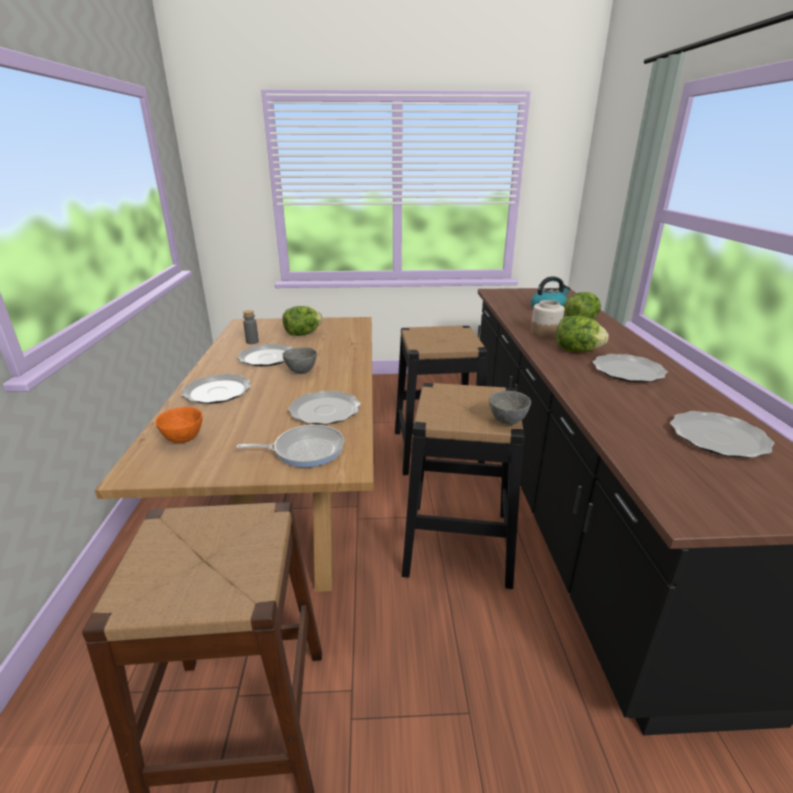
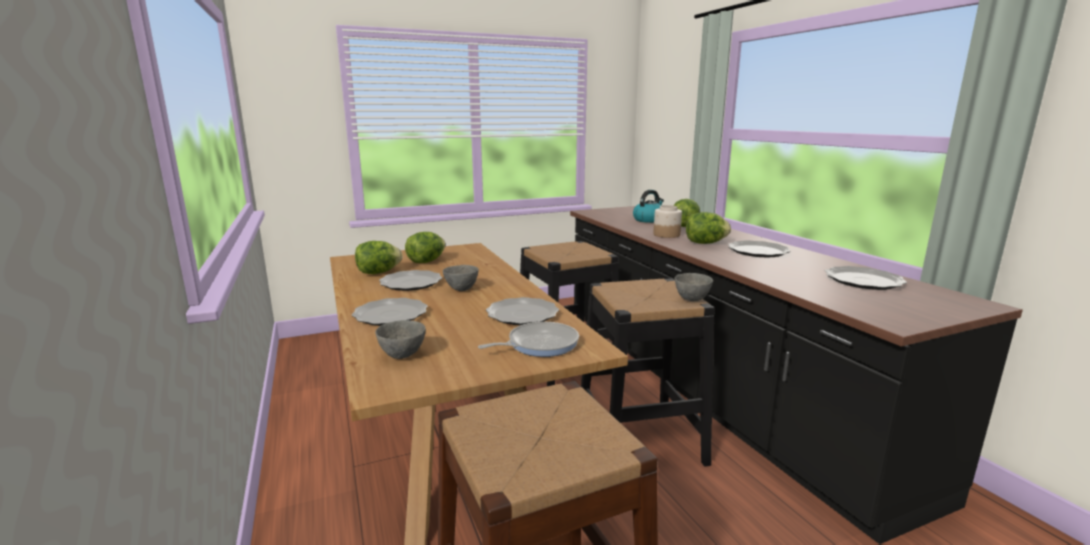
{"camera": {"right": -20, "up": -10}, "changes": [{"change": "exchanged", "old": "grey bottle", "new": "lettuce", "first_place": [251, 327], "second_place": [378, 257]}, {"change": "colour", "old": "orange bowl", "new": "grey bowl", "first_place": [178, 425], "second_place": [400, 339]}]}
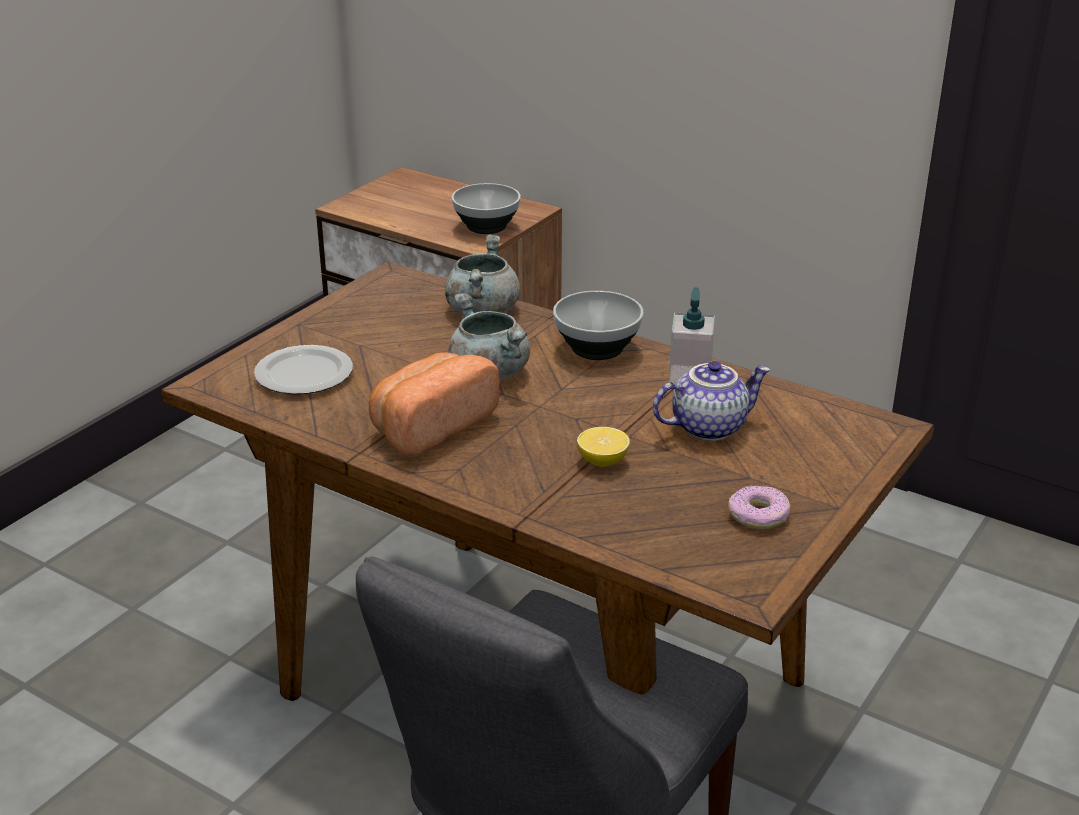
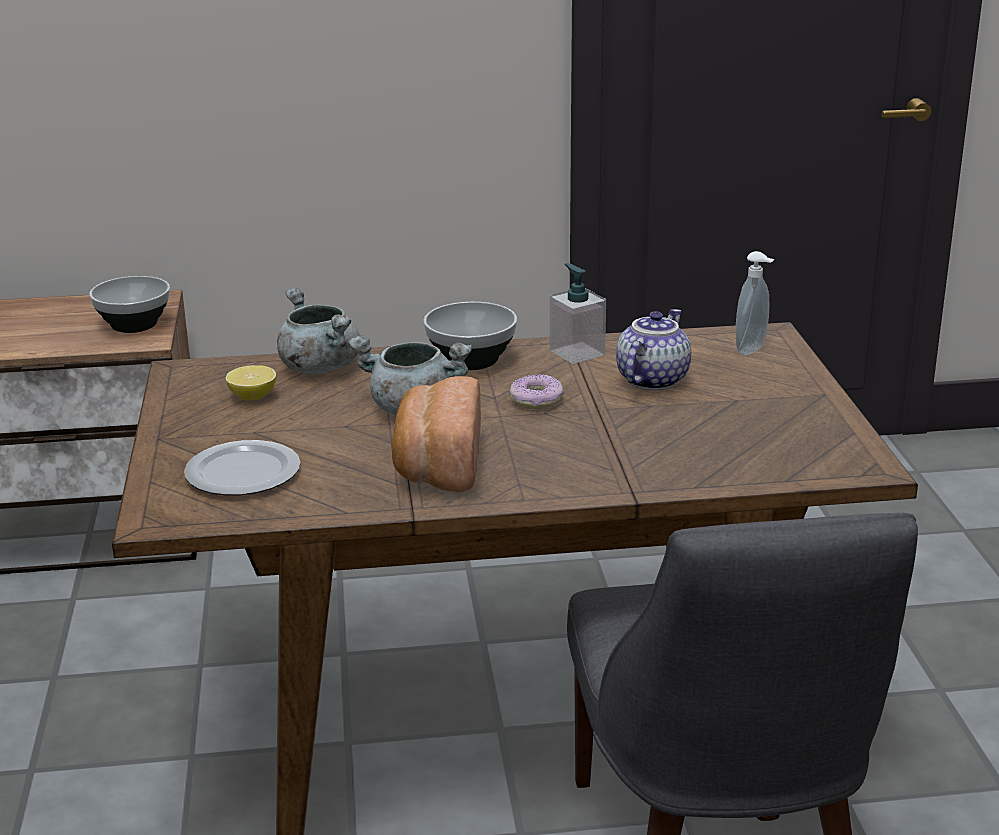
{"camera": {"right": -40, "up": -5}, "changes": [{"change": "appeared", "new": "soap dispenser", "second_place": [755, 303]}, {"change": "relocated", "old": "lemon", "first_place": [603, 447], "second_place": [251, 383]}, {"change": "relocated", "old": "donut", "first_place": [759, 507], "second_place": [536, 392]}]}
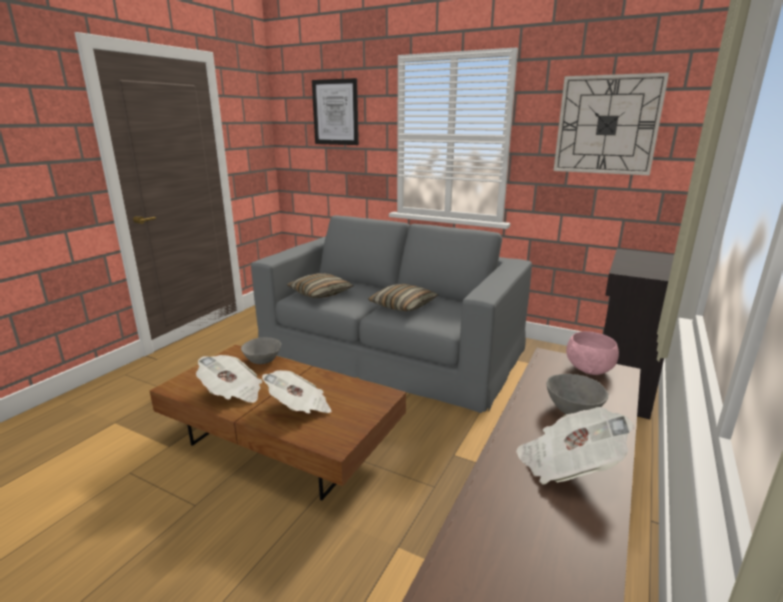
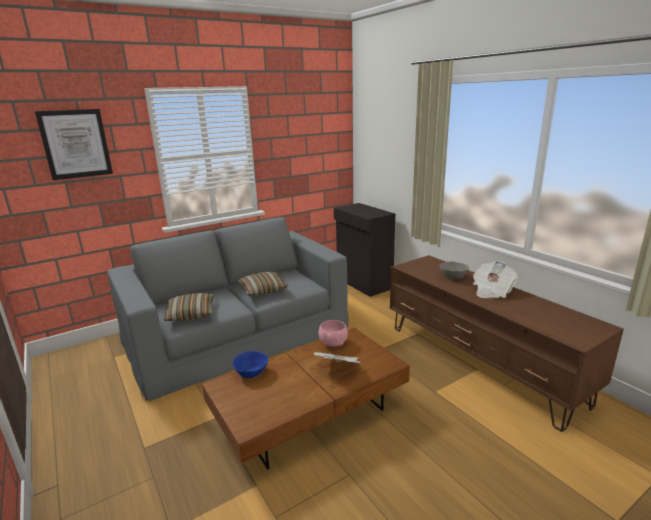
{"camera": {"right": -60, "up": 0}, "changes": [{"change": "missing", "old": "newspaper", "first_place": [229, 379]}, {"change": "missing", "old": "wall clock", "first_place": [611, 124]}, {"change": "relocated", "old": "pink bowl", "first_place": [592, 353], "second_place": [333, 333]}, {"change": "colour", "old": "grey bowl", "new": "blue bowl", "first_place": [261, 350], "second_place": [250, 364]}]}
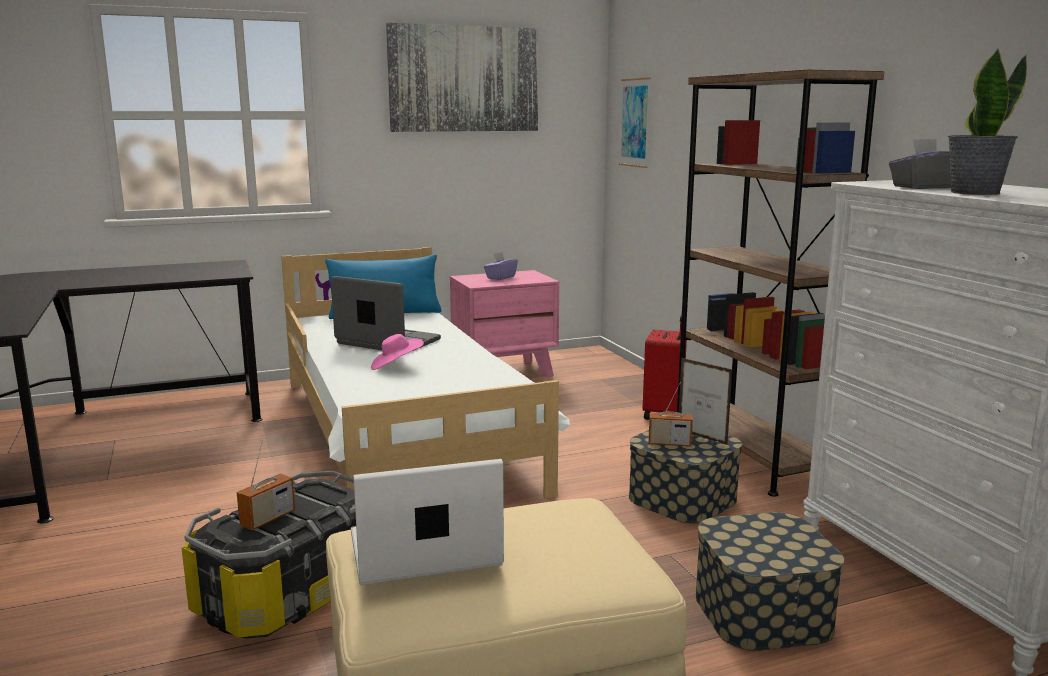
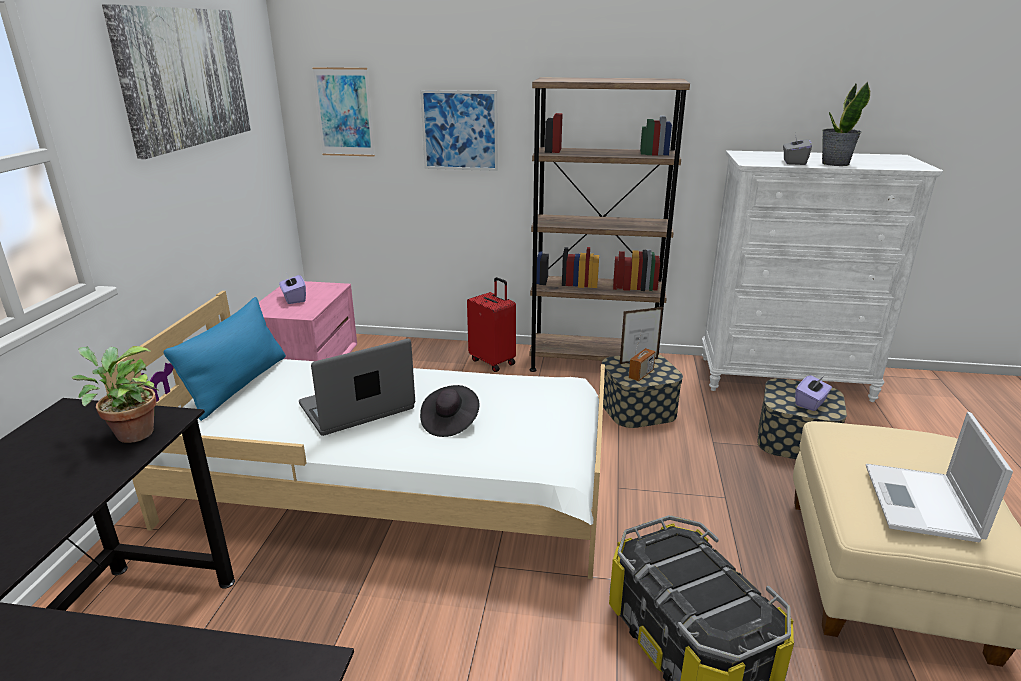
{"camera": {"right": -60, "up": 10}, "changes": [{"change": "missing", "old": "radio", "first_place": [266, 485]}, {"change": "appeared", "new": "potted plant", "second_place": [115, 394]}, {"change": "appeared", "new": "picture", "second_place": [459, 130]}, {"change": "appeared", "new": "purple tissue box", "second_place": [813, 393]}, {"change": "colour", "old": "pink hat", "new": "black hat", "first_place": [397, 352], "second_place": [450, 411]}]}
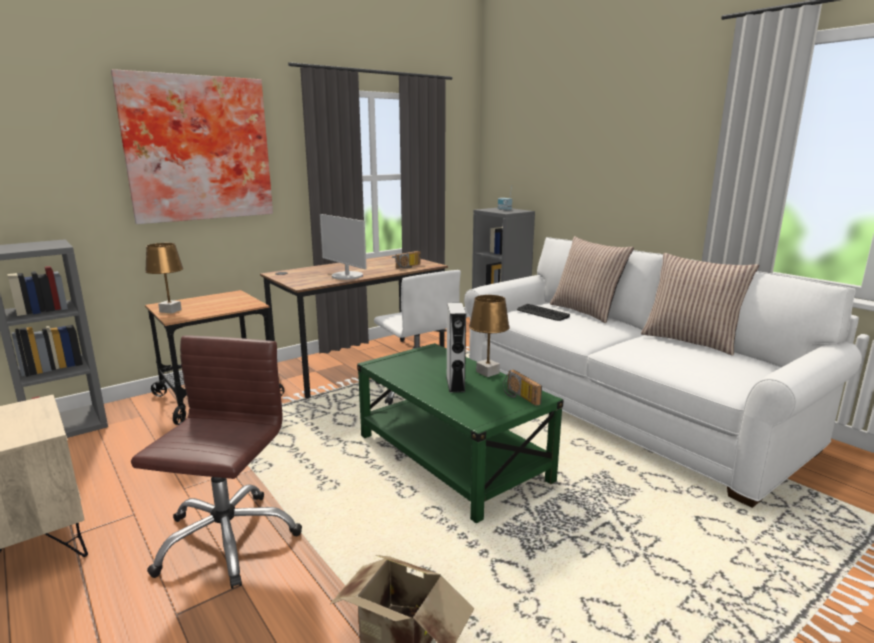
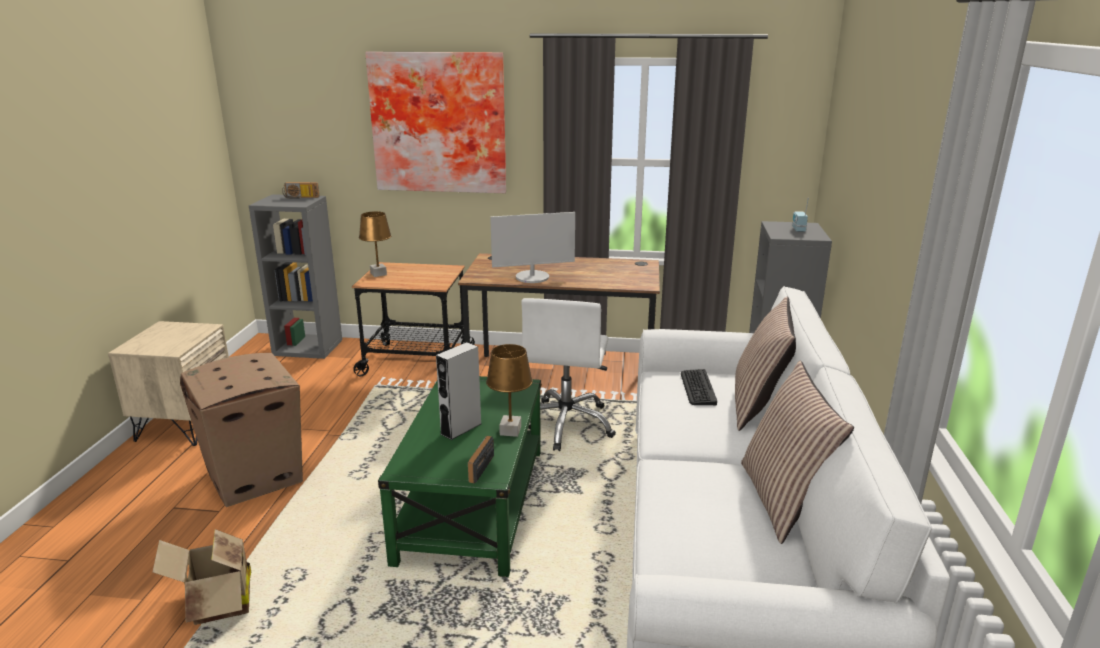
{"camera": {"right": 45, "up": 5}, "changes": [{"change": "relocated", "old": "radio", "first_place": [408, 260], "second_place": [301, 190]}, {"change": "exchanged", "old": "brown office chair", "new": "cardboard box", "first_place": [216, 462], "second_place": [241, 430]}, {"change": "spun", "old": "monitor", "first_place": [343, 247], "second_place": [532, 247], "degrees": -105}]}
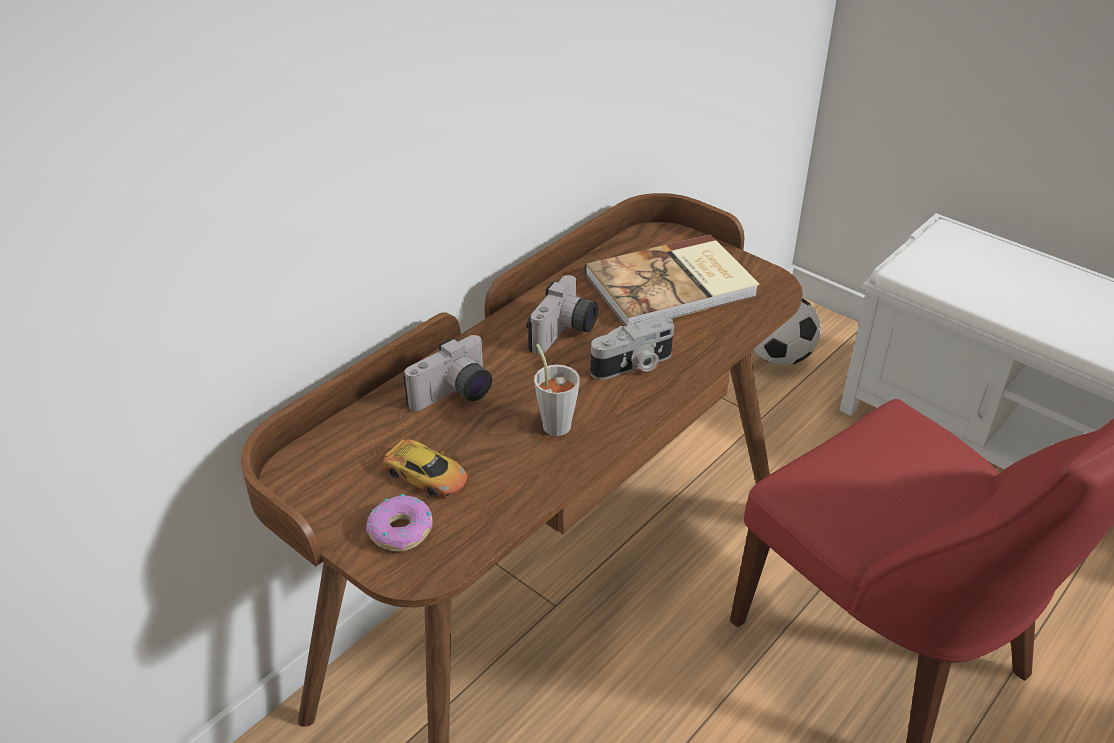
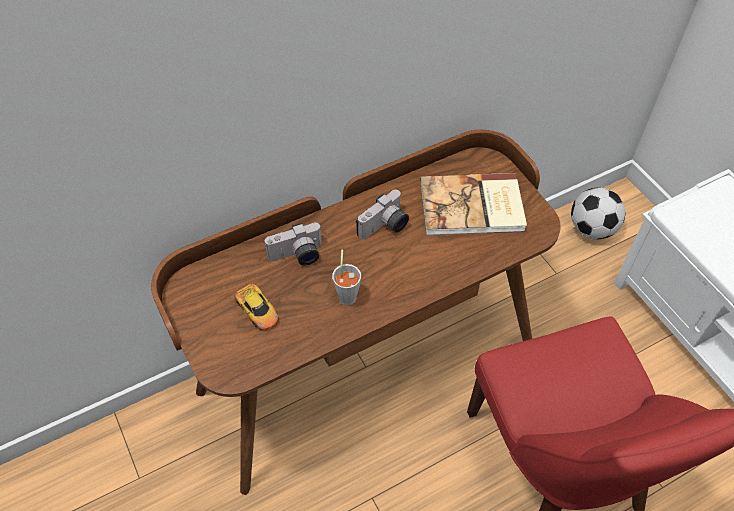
{"camera": {"right": 20, "up": 15}, "changes": [{"change": "missing", "old": "donut", "first_place": [399, 523]}, {"change": "missing", "old": "photo camera", "first_place": [632, 347]}]}
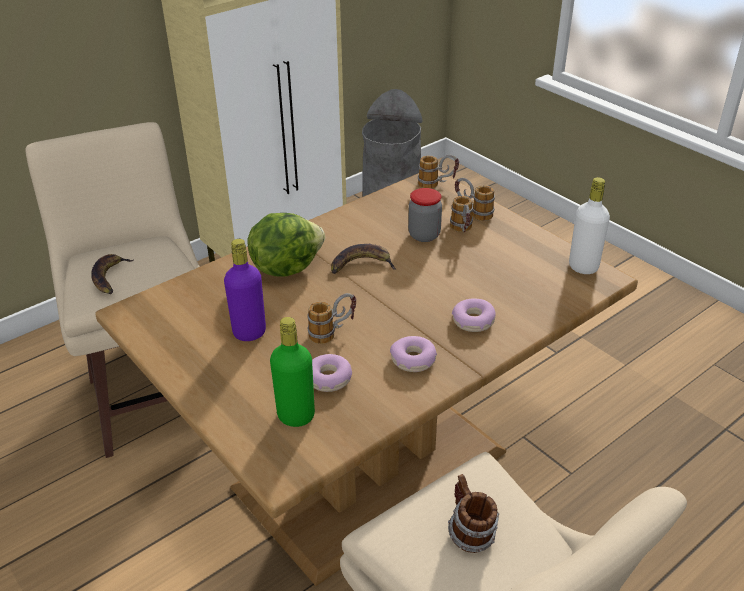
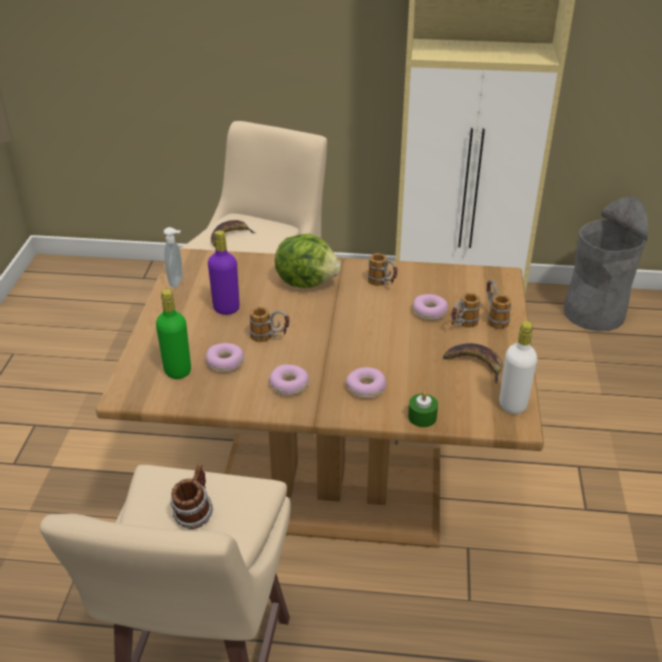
{"camera": {"right": 45, "up": 0}, "changes": [{"change": "appeared", "new": "soap dispenser", "second_place": [173, 257]}, {"change": "appeared", "new": "green candle", "second_place": [423, 409]}, {"change": "relocated", "old": "banana", "first_place": [363, 259], "second_place": [473, 363]}, {"change": "relocated", "old": "mug", "first_place": [438, 172], "second_place": [382, 269]}, {"change": "exchanged", "old": "jar", "new": "donut", "first_place": [425, 215], "second_place": [431, 307]}]}
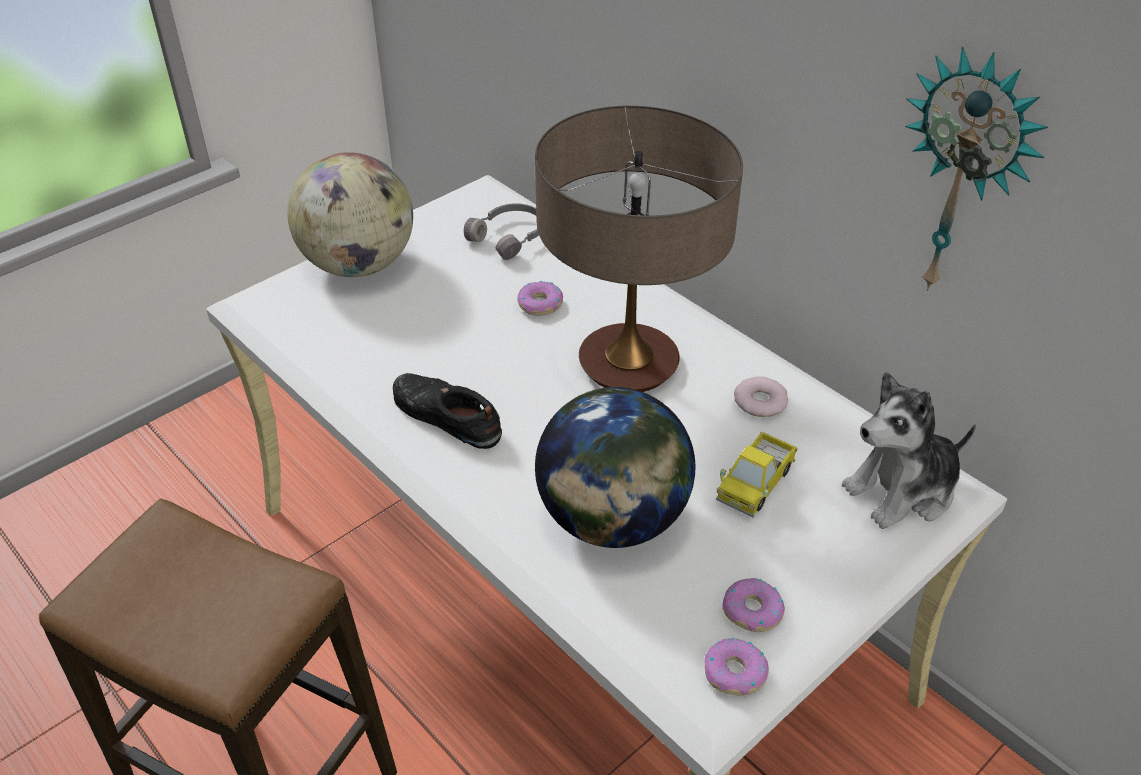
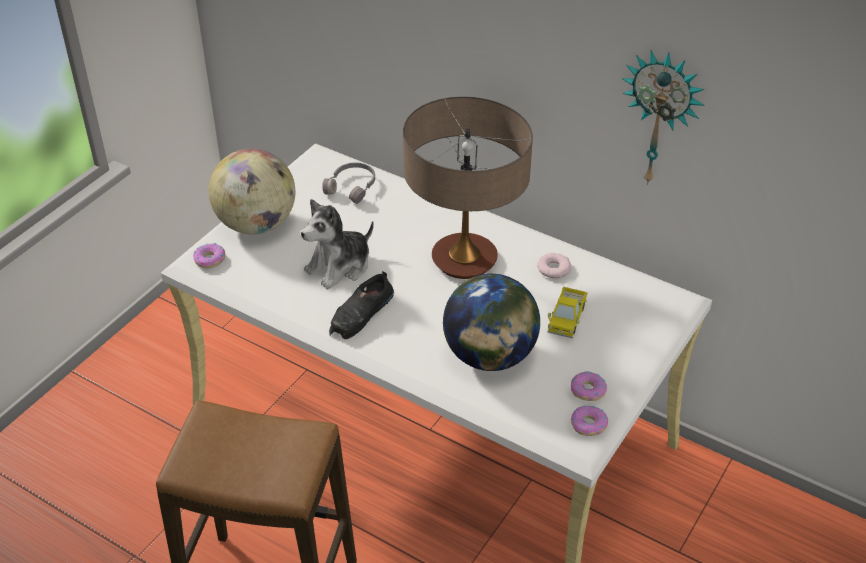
{"camera": {"right": -15, "up": 0}, "changes": [{"change": "relocated", "old": "donut", "first_place": [540, 298], "second_place": [209, 255]}, {"change": "relocated", "old": "plush toy", "first_place": [909, 450], "second_place": [337, 244]}, {"change": "spun", "old": "black shoe", "first_place": [447, 411], "second_place": [361, 305], "degrees": -75}]}
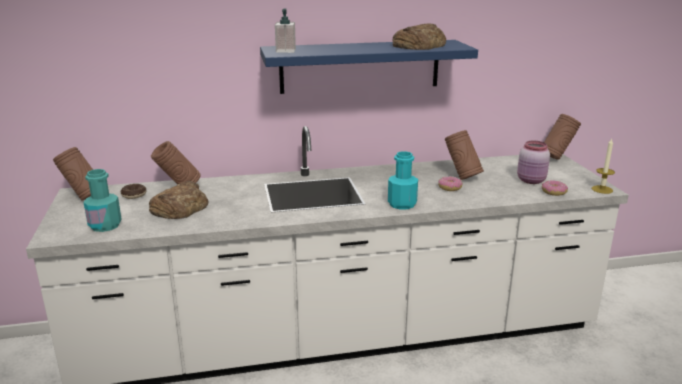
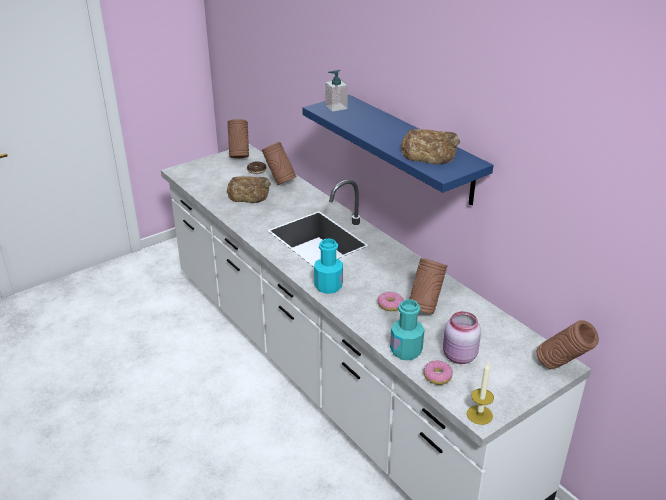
{"camera": {"right": 65, "up": 10}, "changes": [{"change": "relocated", "old": "turquoise bottle", "first_place": [102, 200], "second_place": [407, 329]}]}
